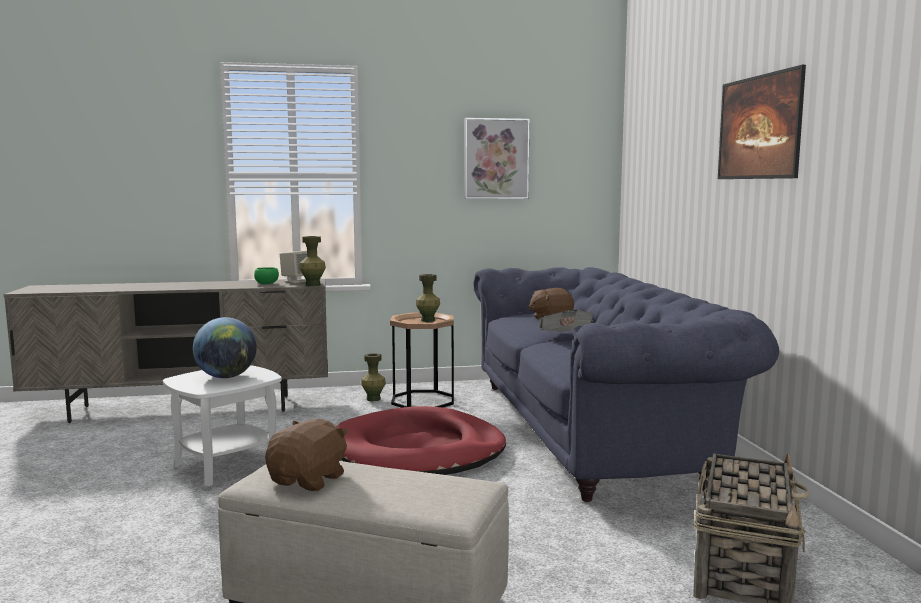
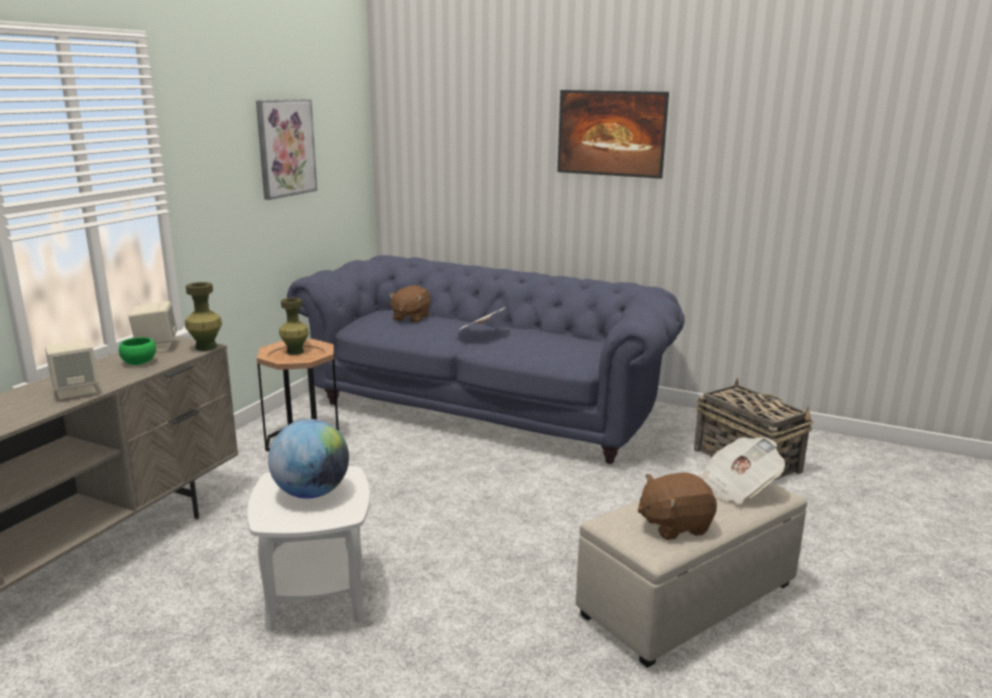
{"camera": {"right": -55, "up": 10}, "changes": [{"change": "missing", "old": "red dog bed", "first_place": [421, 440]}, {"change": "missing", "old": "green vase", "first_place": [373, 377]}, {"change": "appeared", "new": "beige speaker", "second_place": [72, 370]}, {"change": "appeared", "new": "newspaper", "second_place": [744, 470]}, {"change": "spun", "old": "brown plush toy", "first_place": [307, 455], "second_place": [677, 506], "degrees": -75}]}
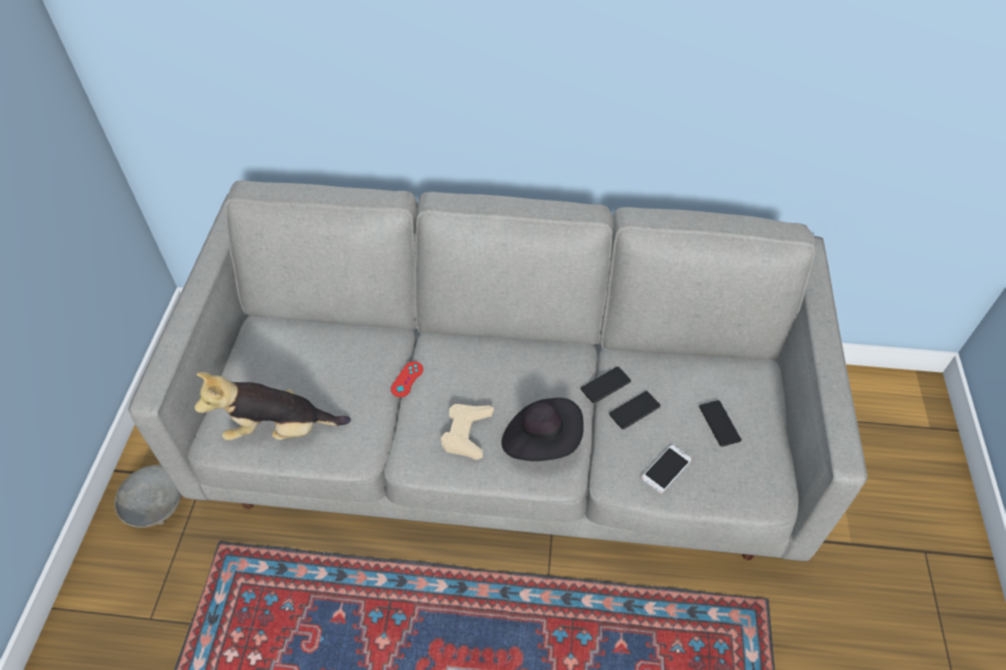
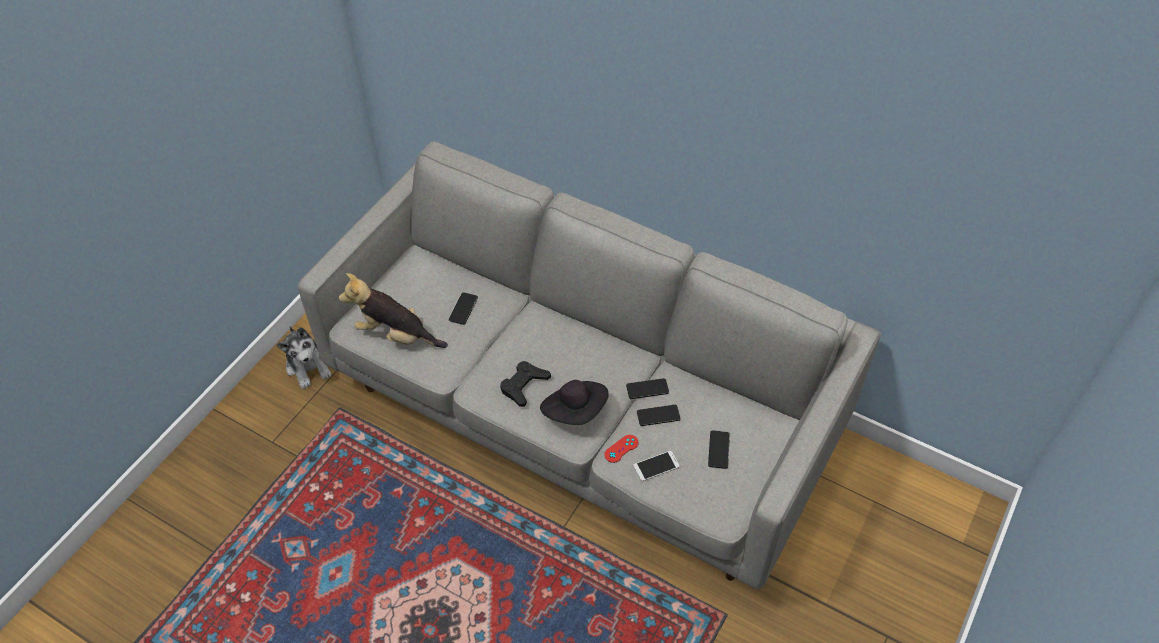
{"camera": {"right": 25, "up": 0}, "changes": [{"change": "appeared", "new": "phone", "second_place": [463, 308]}, {"change": "relocated", "old": "red game controller", "first_place": [407, 379], "second_place": [621, 449]}, {"change": "exchanged", "old": "grey bowl", "new": "plush toy", "first_place": [148, 496], "second_place": [303, 357]}, {"change": "colour", "old": "beige game controller", "new": "black game controller", "first_place": [467, 432], "second_place": [525, 384]}]}
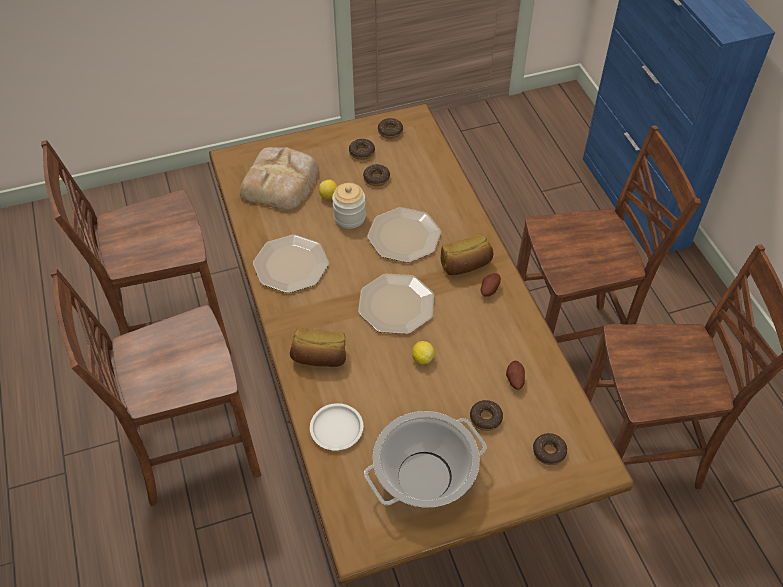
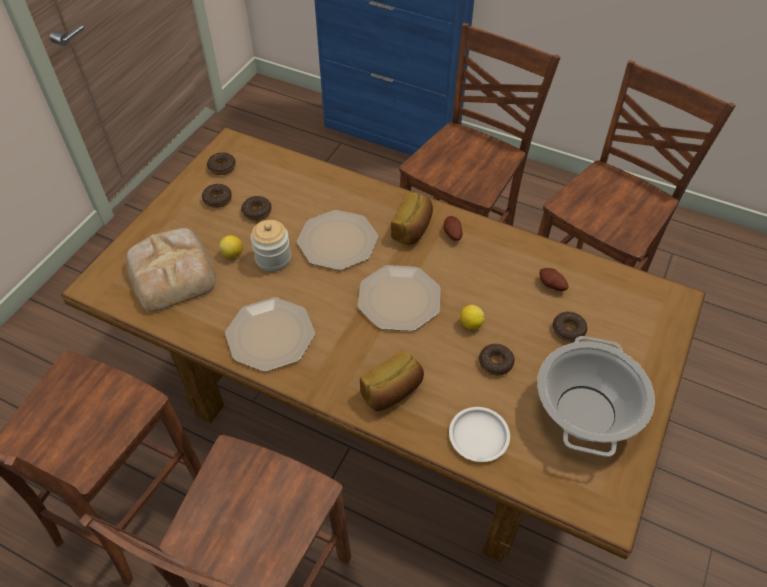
{"camera": {"right": -45, "up": 0}, "changes": [{"change": "relocated", "old": "donut", "first_place": [550, 449], "second_place": [497, 360]}]}
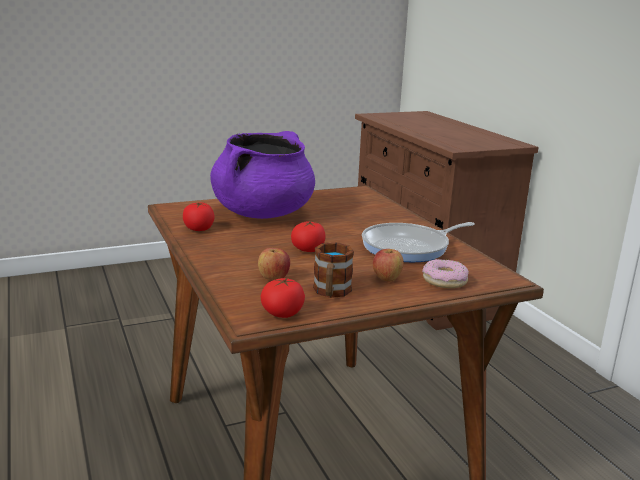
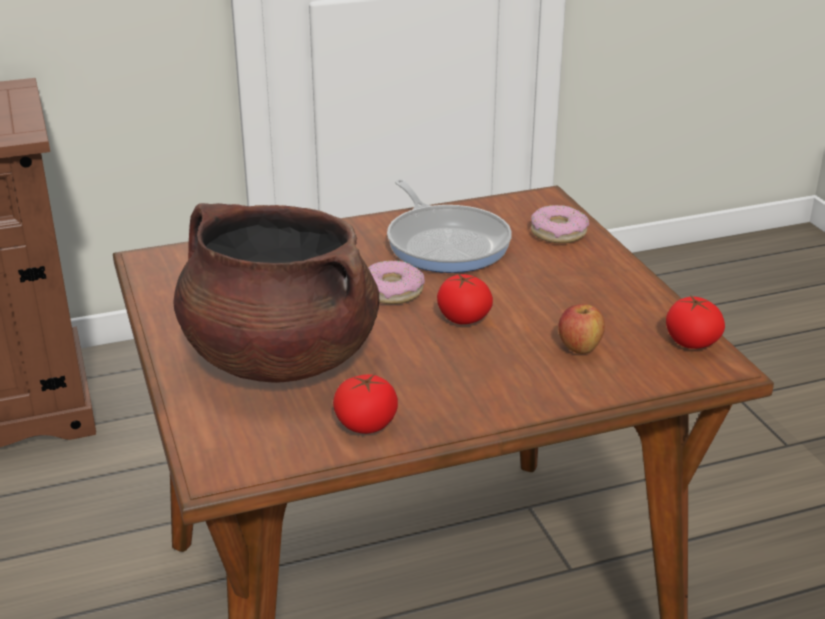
{"camera": {"right": -85, "up": 10}, "changes": [{"change": "missing", "old": "mug", "first_place": [333, 270]}, {"change": "missing", "old": "apple", "first_place": [388, 265]}, {"change": "appeared", "new": "donut", "second_place": [396, 282]}, {"change": "colour", "old": "purple cooking pot", "new": "brown cooking pot", "first_place": [262, 175], "second_place": [276, 293]}]}
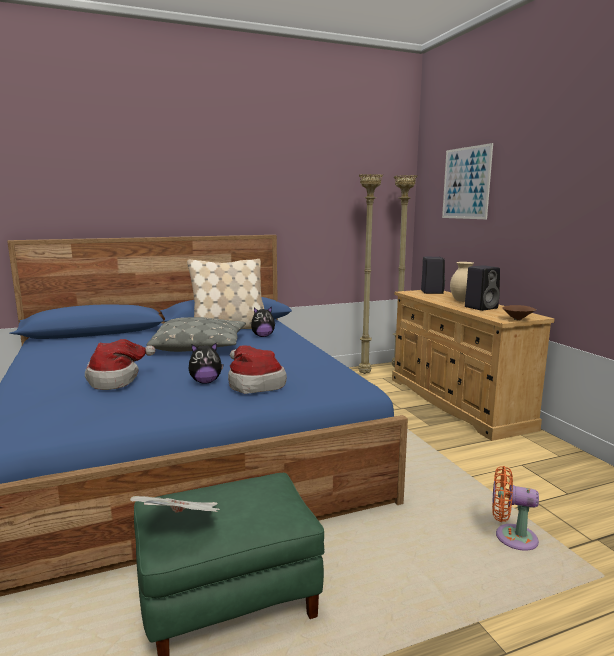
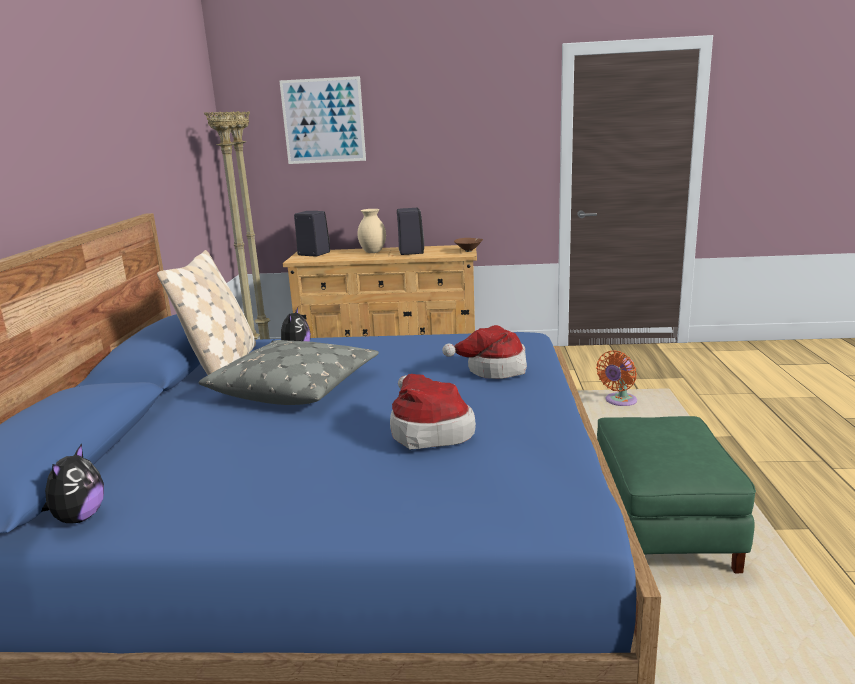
{"camera": {"right": -65, "up": 5}, "changes": [{"change": "missing", "old": "newspaper", "first_place": [175, 504]}, {"change": "relocated", "old": "plush toy", "first_place": [206, 363], "second_place": [72, 483]}]}
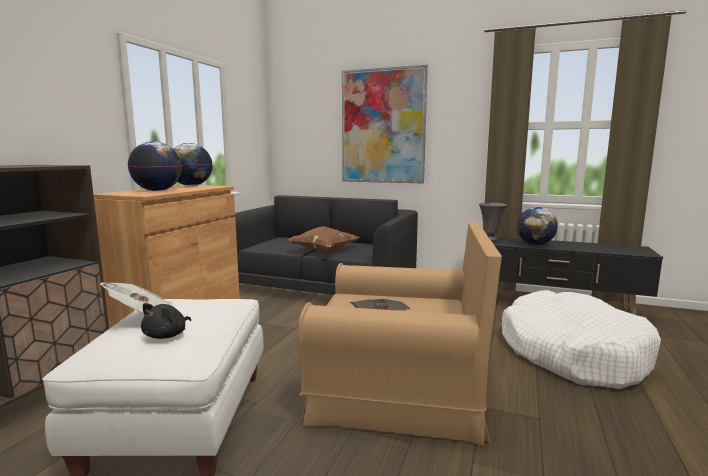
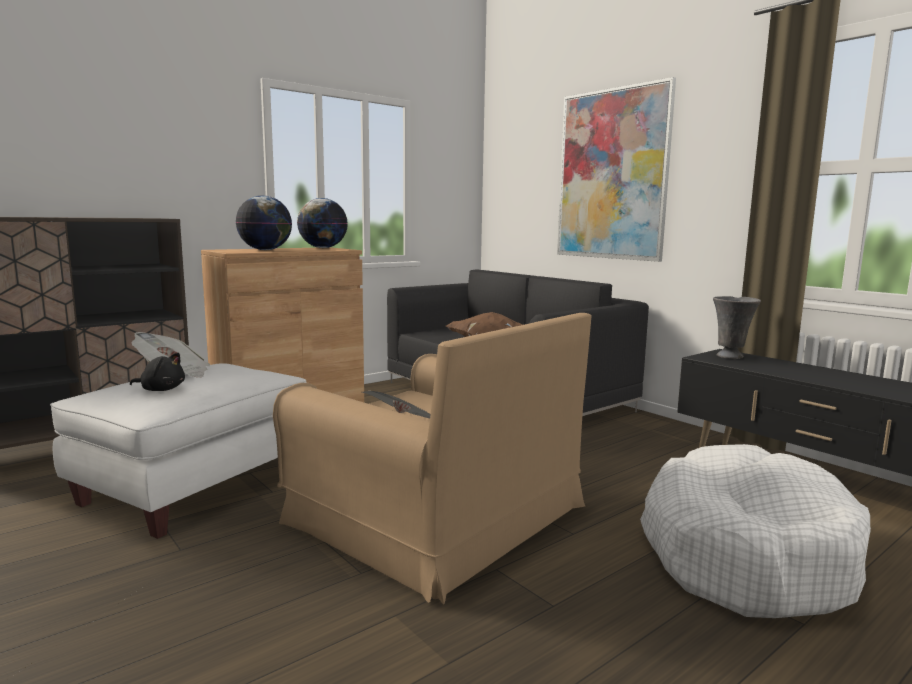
{"camera": {"right": 30, "up": 0}, "changes": [{"change": "missing", "old": "globe", "first_place": [537, 226]}, {"change": "spun", "old": "black plush toy", "first_place": [166, 321], "second_place": [157, 372], "degrees": -135}]}
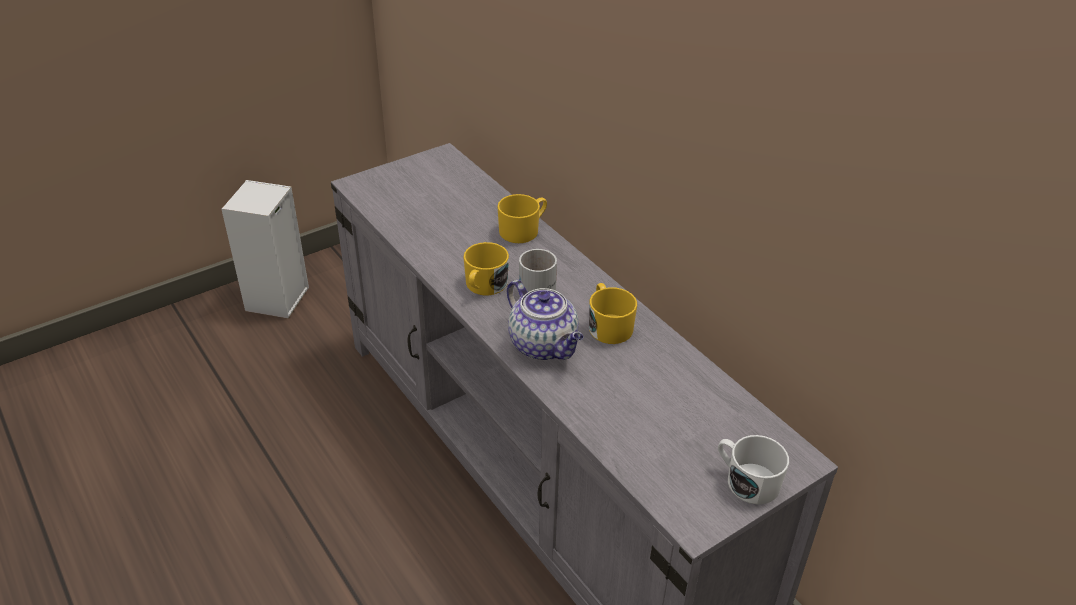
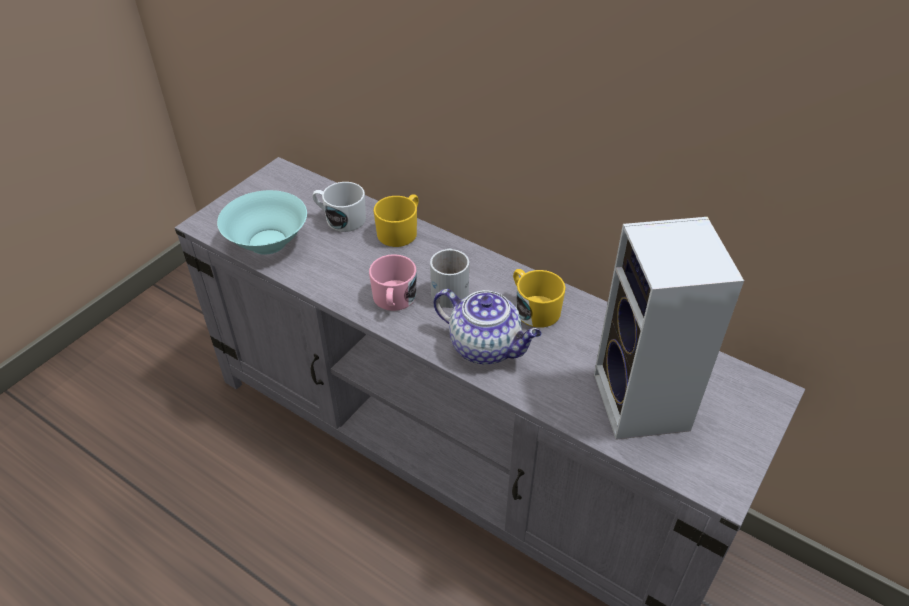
{"camera": {"right": -20, "up": 5}, "changes": [{"change": "appeared", "new": "turquoise bowl", "second_place": [262, 222]}, {"change": "relocated", "old": "speaker", "first_place": [265, 249], "second_place": [669, 328]}, {"change": "relocated", "old": "white mug", "first_place": [753, 469], "second_place": [339, 207]}, {"change": "colour", "old": "yellow mug", "new": "pink mug", "first_place": [486, 268], "second_place": [393, 282]}]}
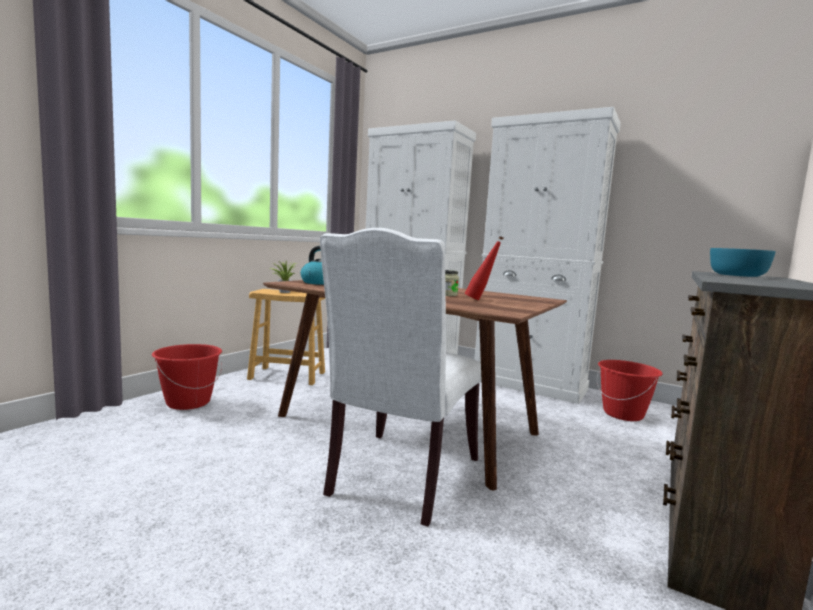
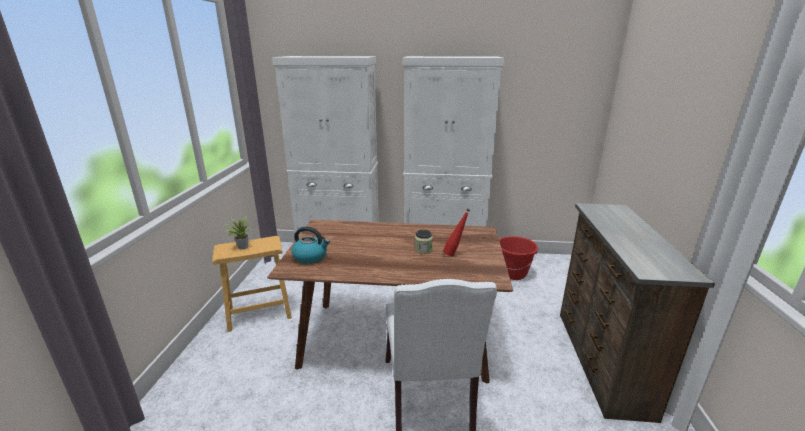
{"camera": {"right": -25, "up": 15}, "changes": [{"change": "missing", "old": "red bucket", "first_place": [187, 377]}, {"change": "missing", "old": "turquoise bowl", "first_place": [743, 262]}]}
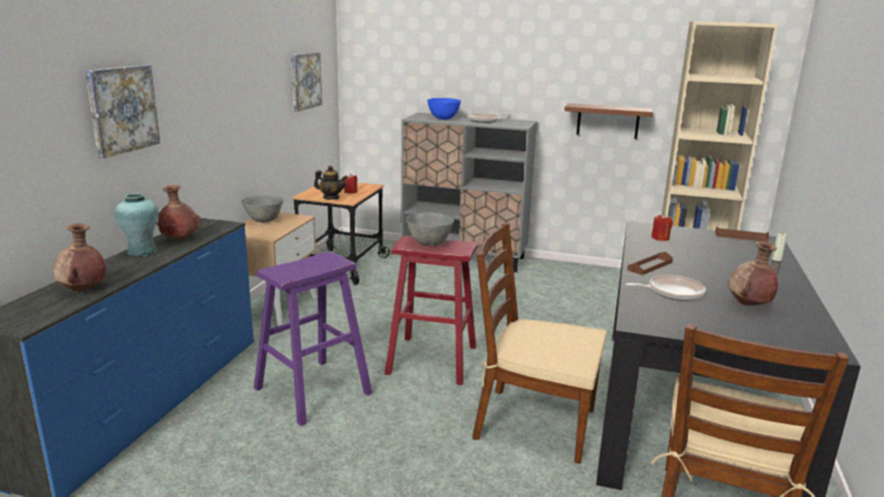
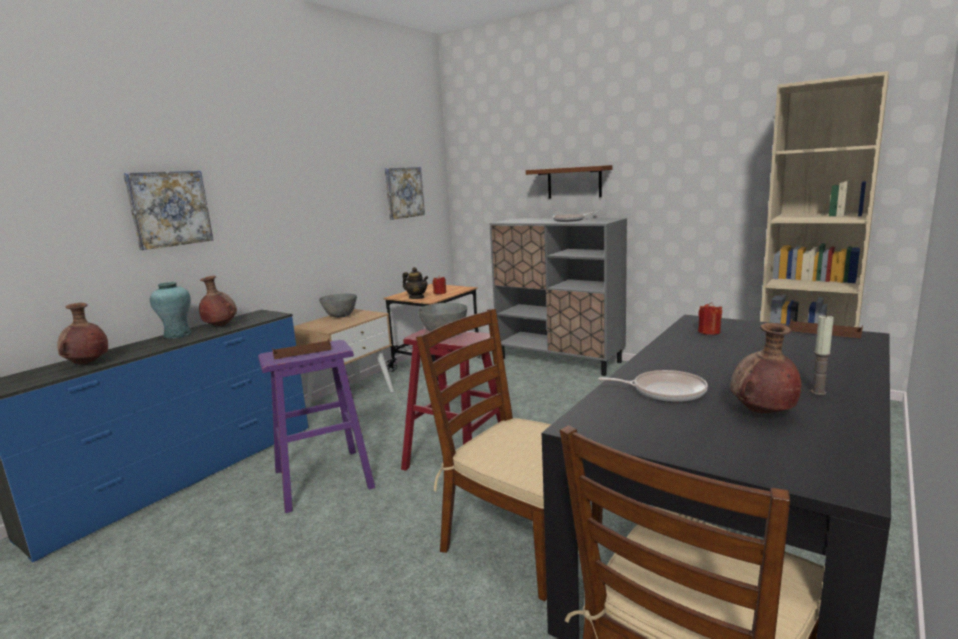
{"camera": {"right": 20, "up": -5}, "changes": [{"change": "missing", "old": "blue bowl", "first_place": [444, 109]}, {"change": "relocated", "old": "brown shelf", "first_place": [608, 121], "second_place": [569, 182]}, {"change": "relocated", "old": "brown tray", "first_place": [650, 263], "second_place": [301, 349]}]}
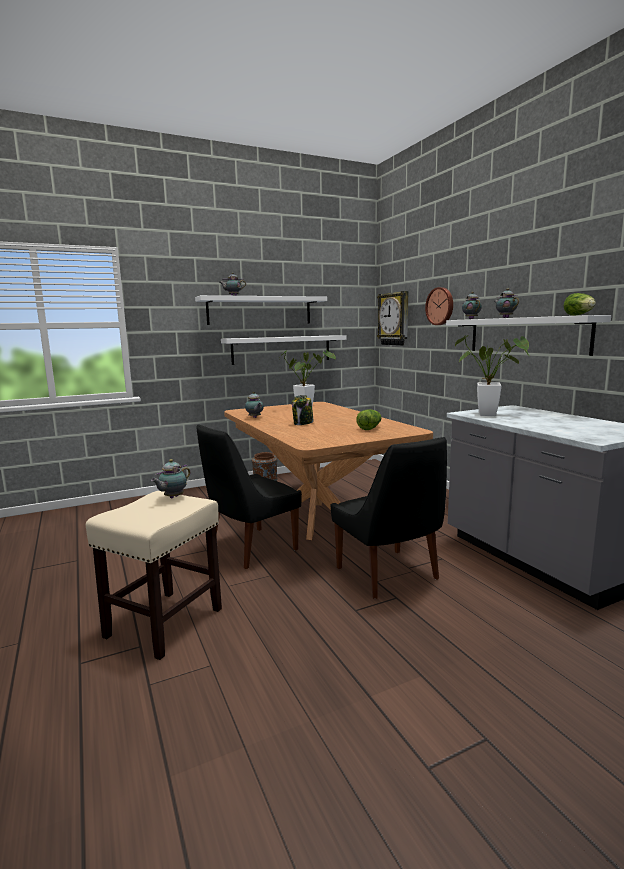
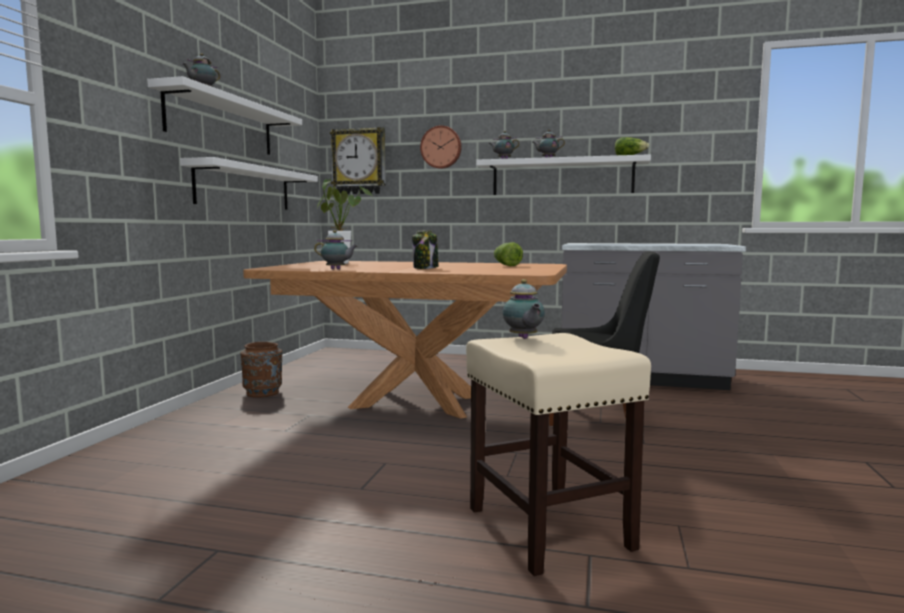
{"camera": {"right": -50, "up": -5}, "changes": [{"change": "missing", "old": "black chair", "first_place": [249, 496]}, {"change": "missing", "old": "potted plant", "first_place": [492, 375]}]}
